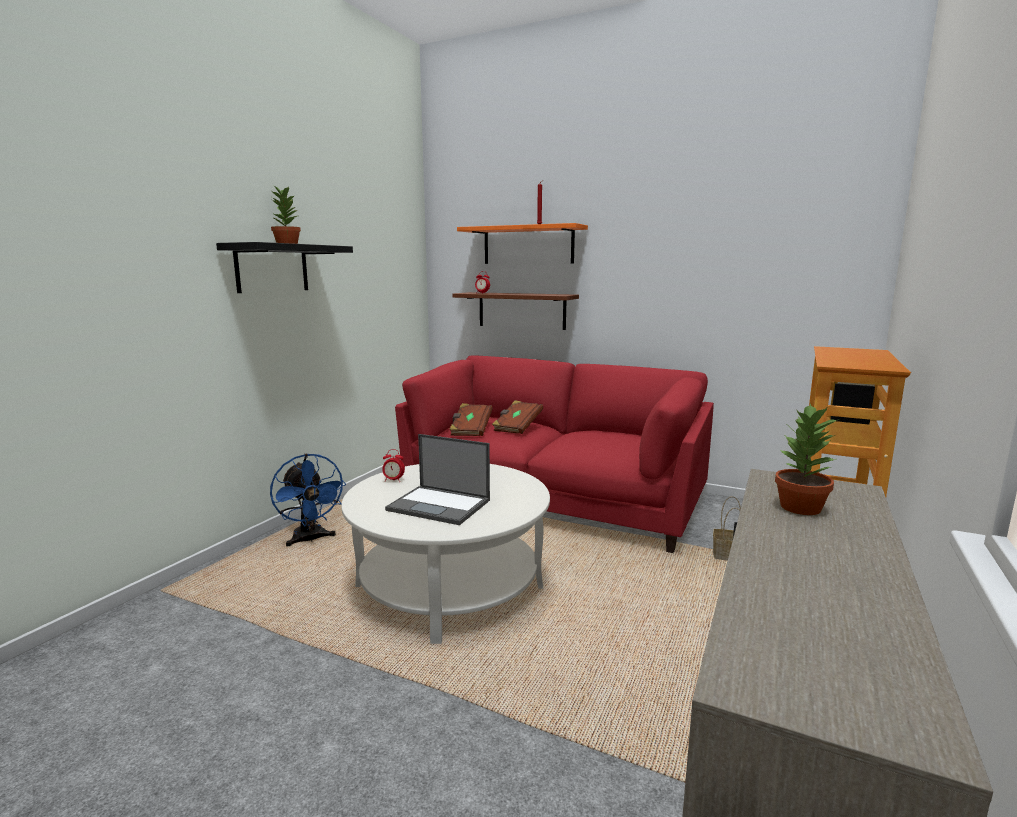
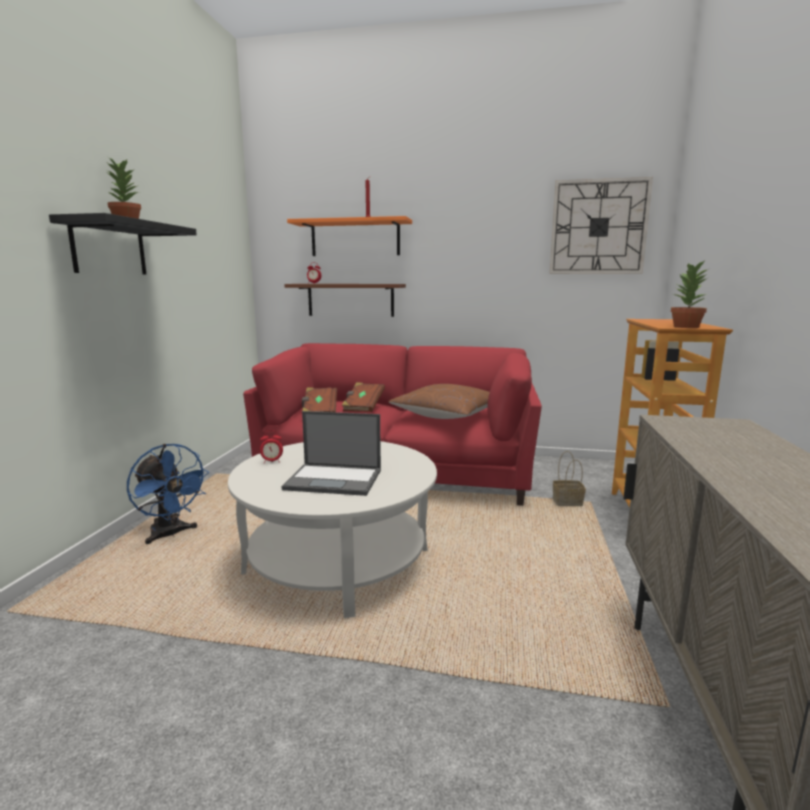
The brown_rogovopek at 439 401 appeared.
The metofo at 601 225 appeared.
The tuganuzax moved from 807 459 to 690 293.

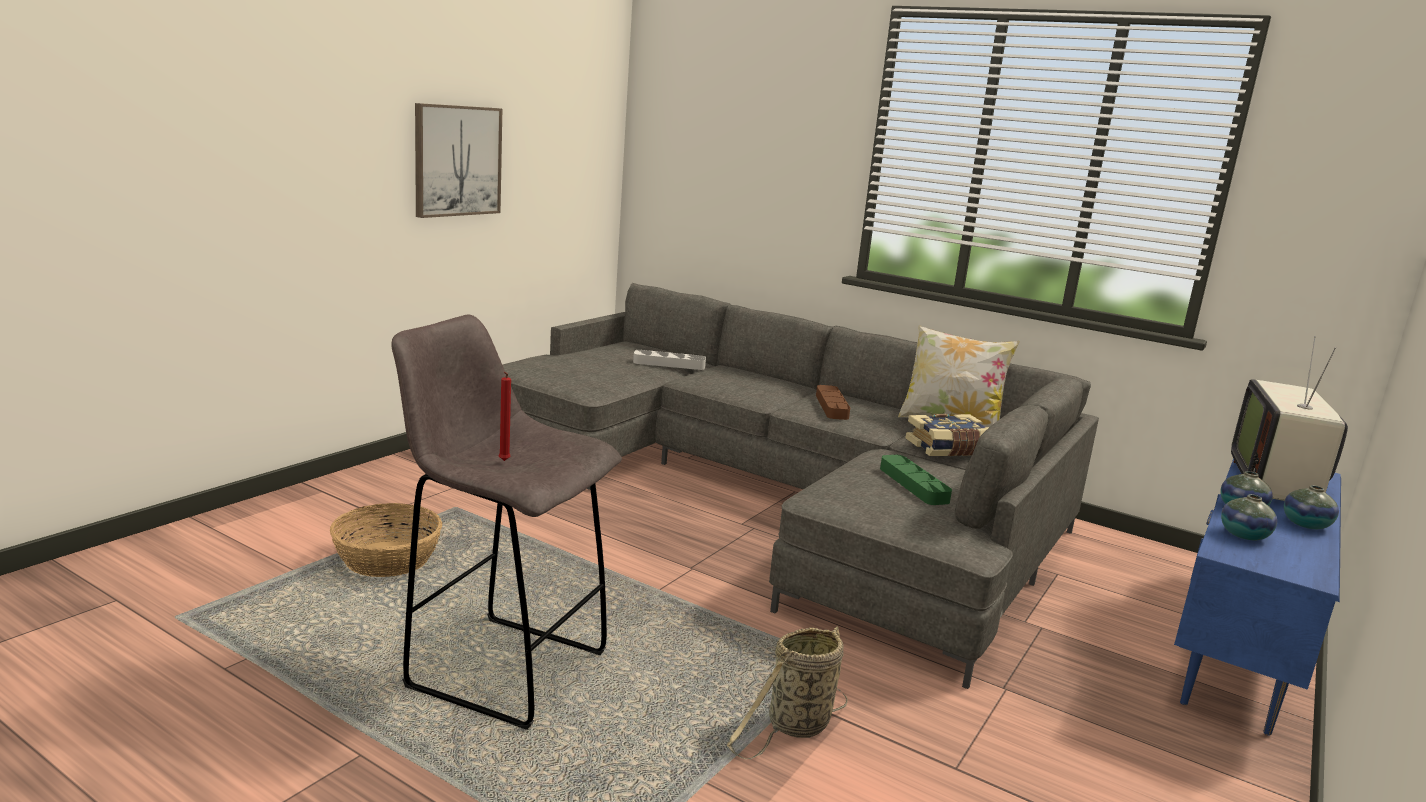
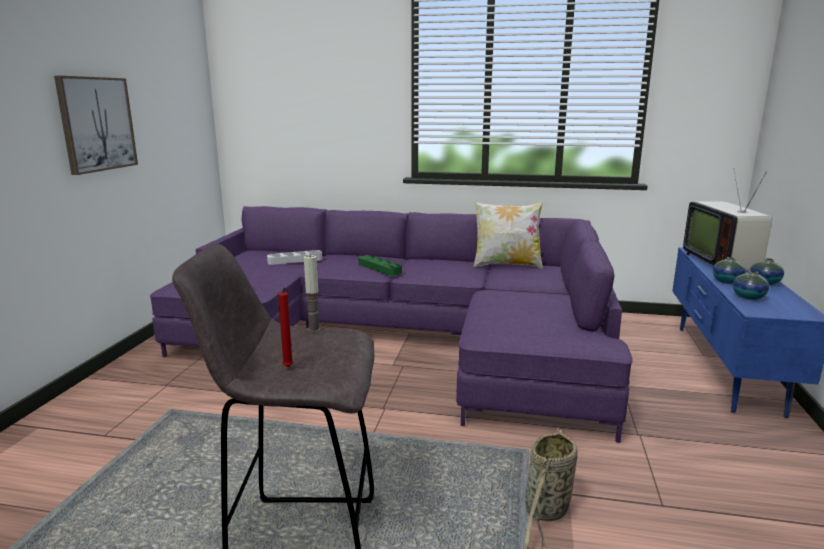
The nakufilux at 386 540 disappeared.
The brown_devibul at 833 402 disappeared.
The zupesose at 947 435 disappeared.
The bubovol at 312 293 appeared.
The green_devibul moved from 916 480 to 380 265.
The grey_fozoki at 800 486 became the purple_fozoki at 391 324.

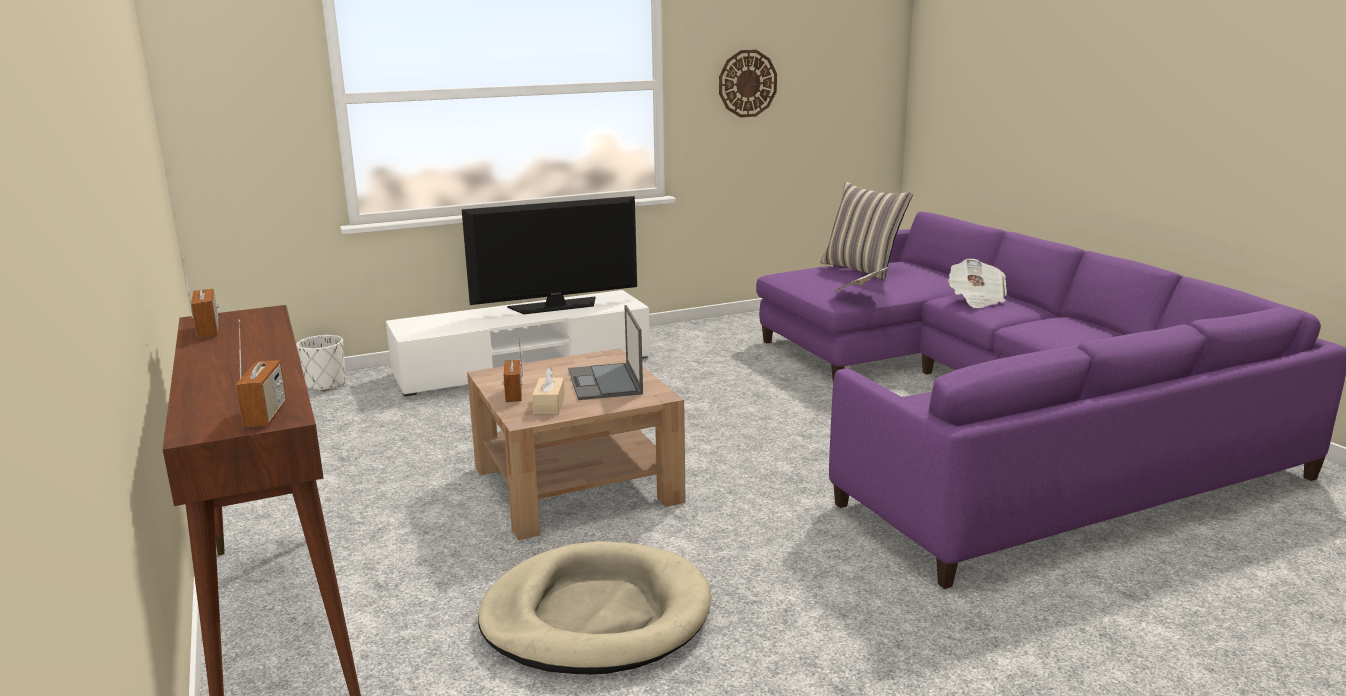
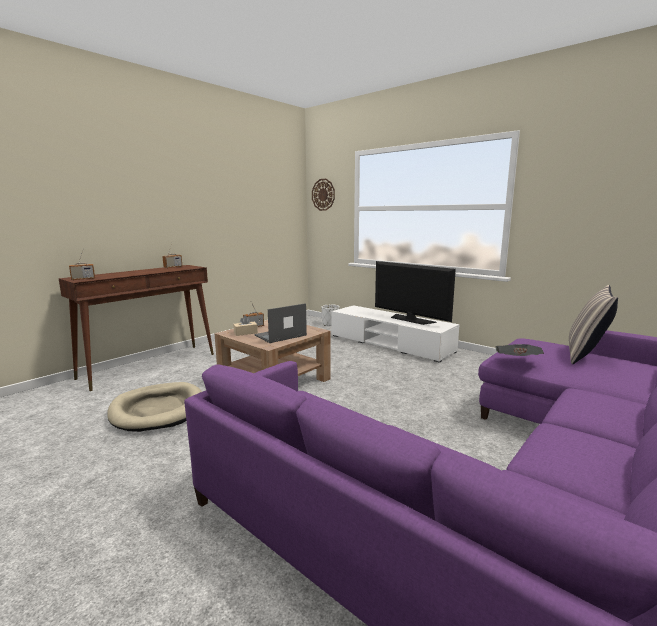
The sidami at 977 283 disappeared.
The metofo moved from 748 84 to 323 195.

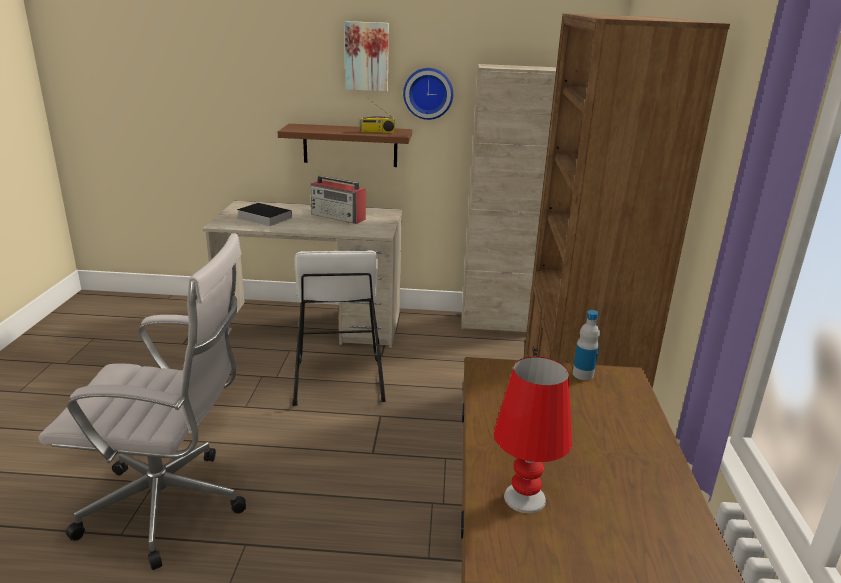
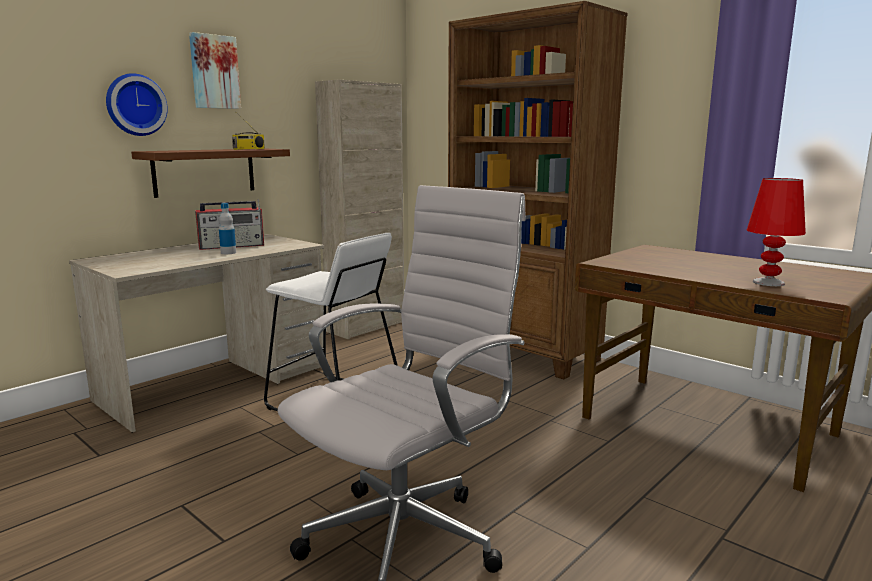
The zupesose at 264 214 disappeared.
The metofo moved from 428 94 to 137 104.
The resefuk moved from 586 345 to 227 228.

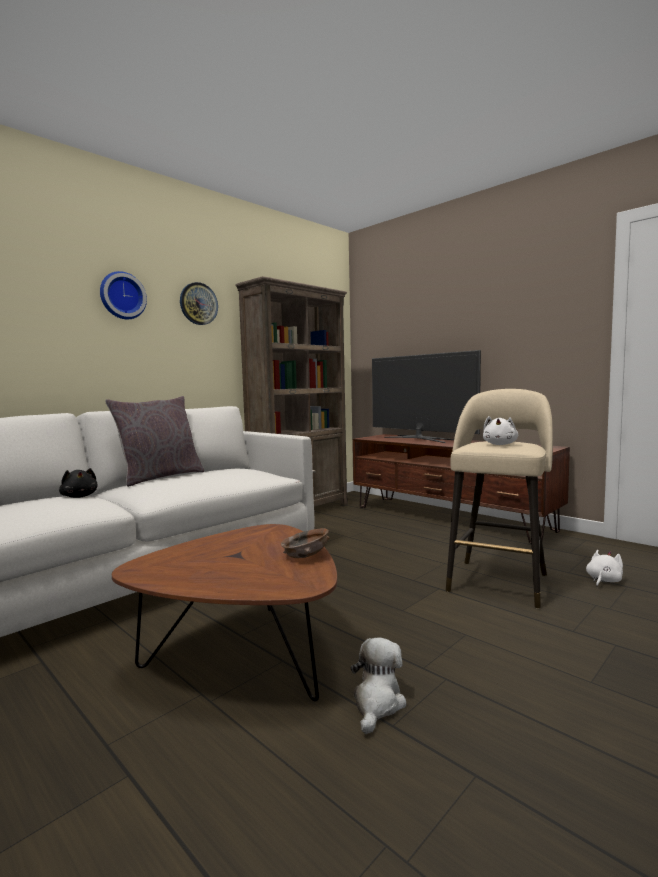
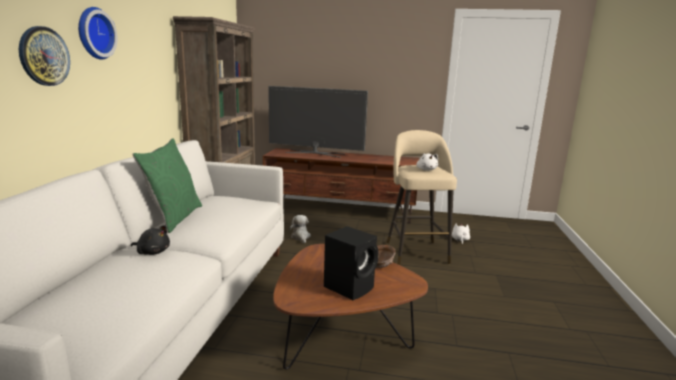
The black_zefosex at 351 263 appeared.
The metofo moved from 199 303 to 44 56.
The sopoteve moved from 378 685 to 300 229.
The grey_rogovopek at 154 441 became the green_rogovopek at 167 185.

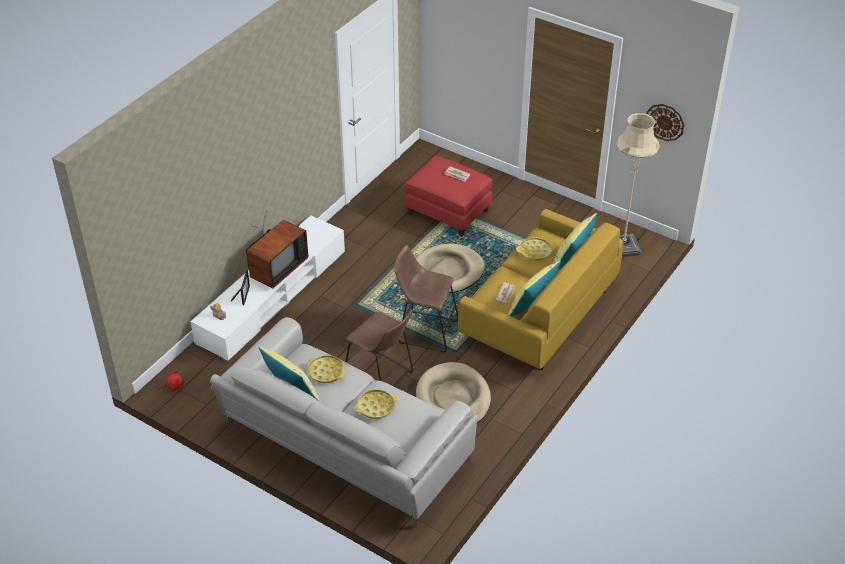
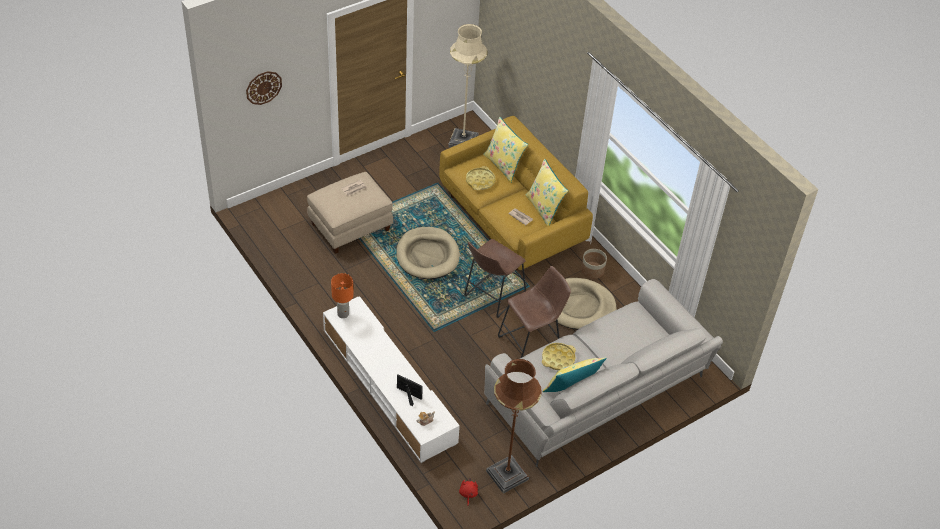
The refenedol at 277 249 disappeared.
The yellow_devibul at 376 404 disappeared.
The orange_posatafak at 342 295 appeared.
The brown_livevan at 514 426 appeared.
The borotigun at 594 264 appeared.
The metofo moved from 665 122 to 264 88.
The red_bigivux at 449 196 became the beige_bigivux at 350 213.

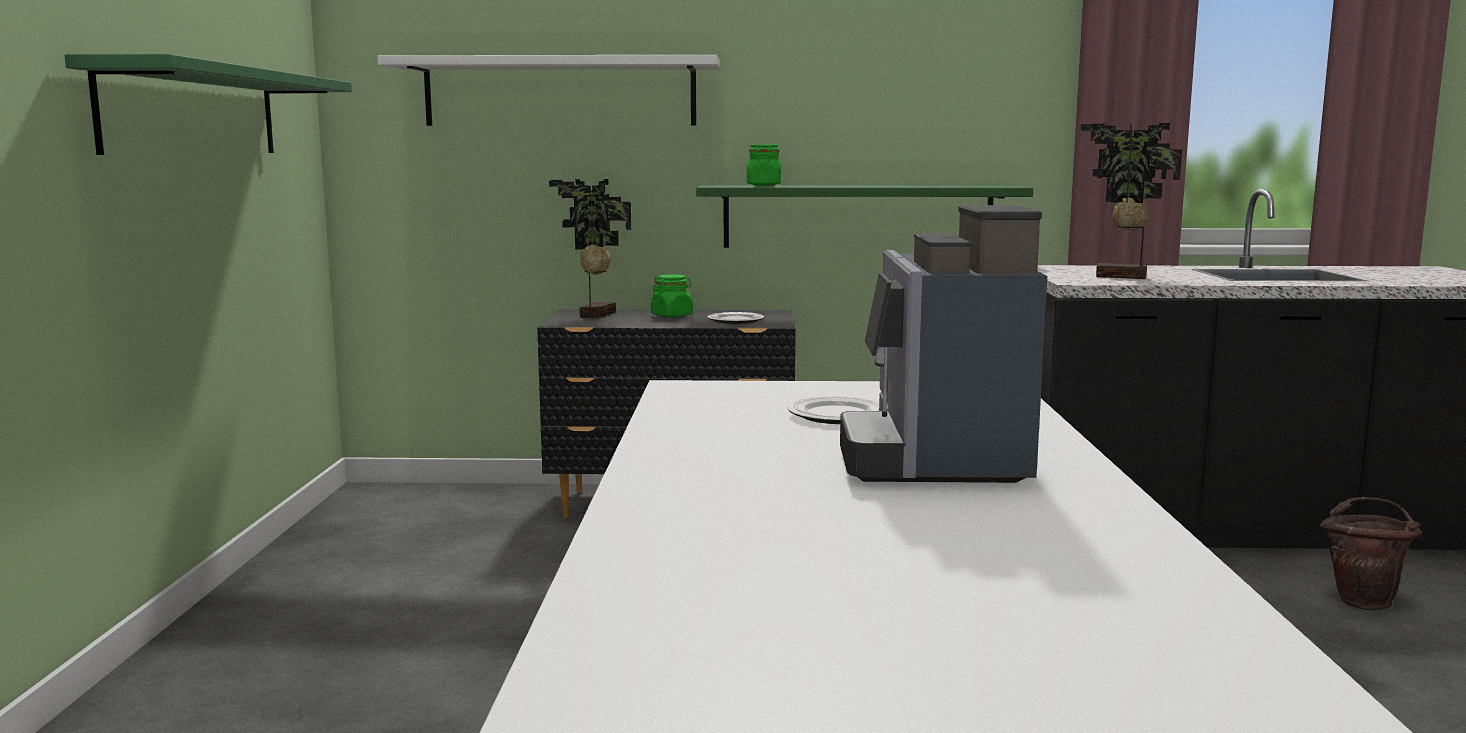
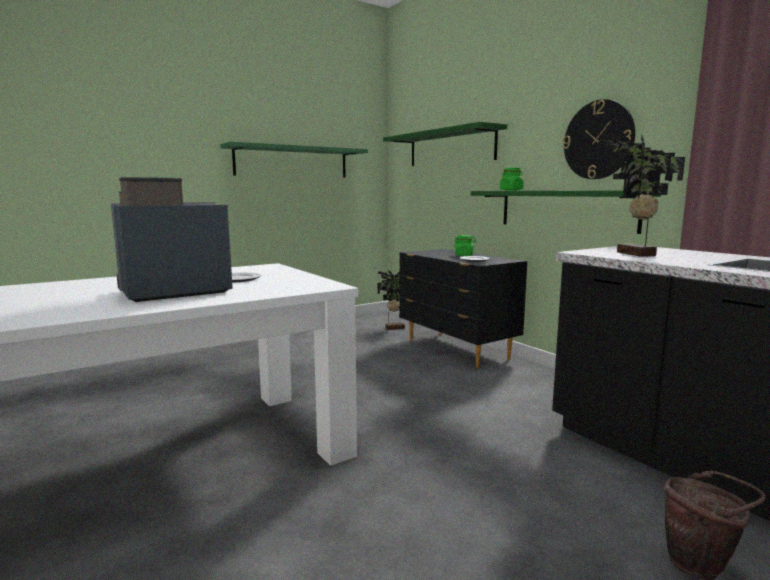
The metofo at 599 139 appeared.
The tuganuzax moved from 590 248 to 391 300.
The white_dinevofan at 548 90 became the green_dinevofan at 445 144.

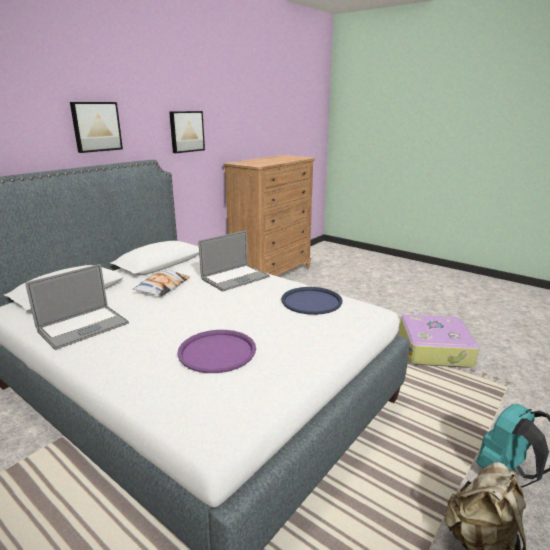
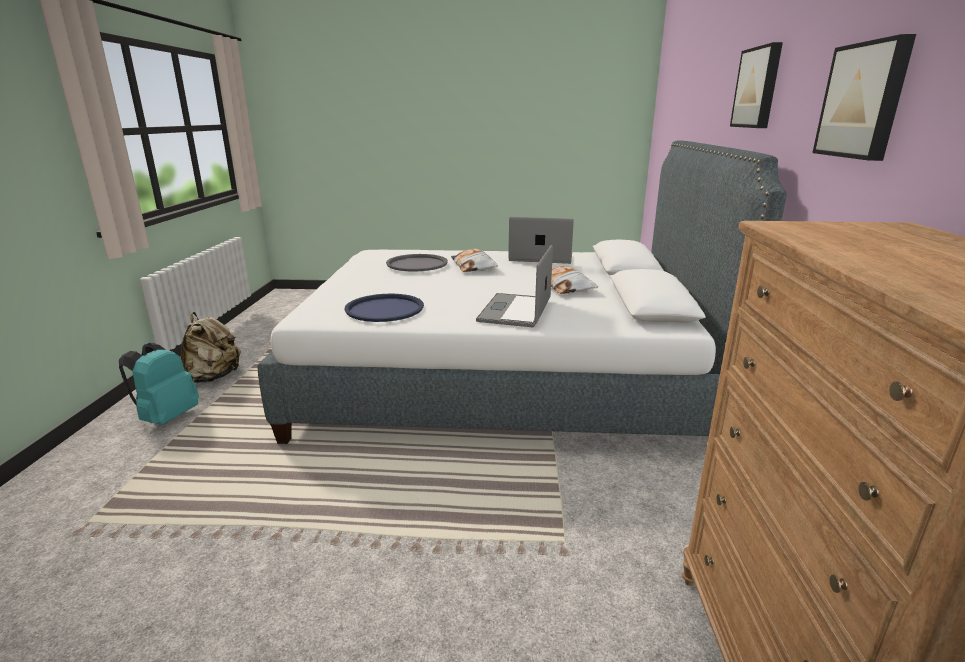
The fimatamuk at 439 341 disappeared.
The rogovopek at 474 260 appeared.
The purple_devibul at 217 351 became the grey_devibul at 417 263.
The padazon at 77 307 turned 90 degrees clockwise.

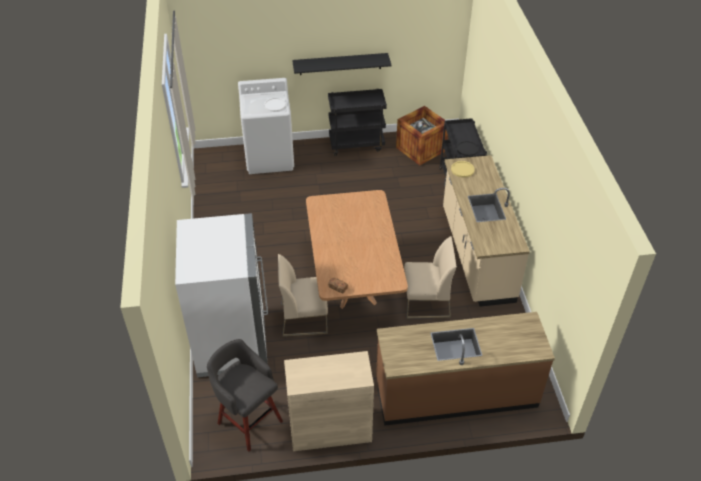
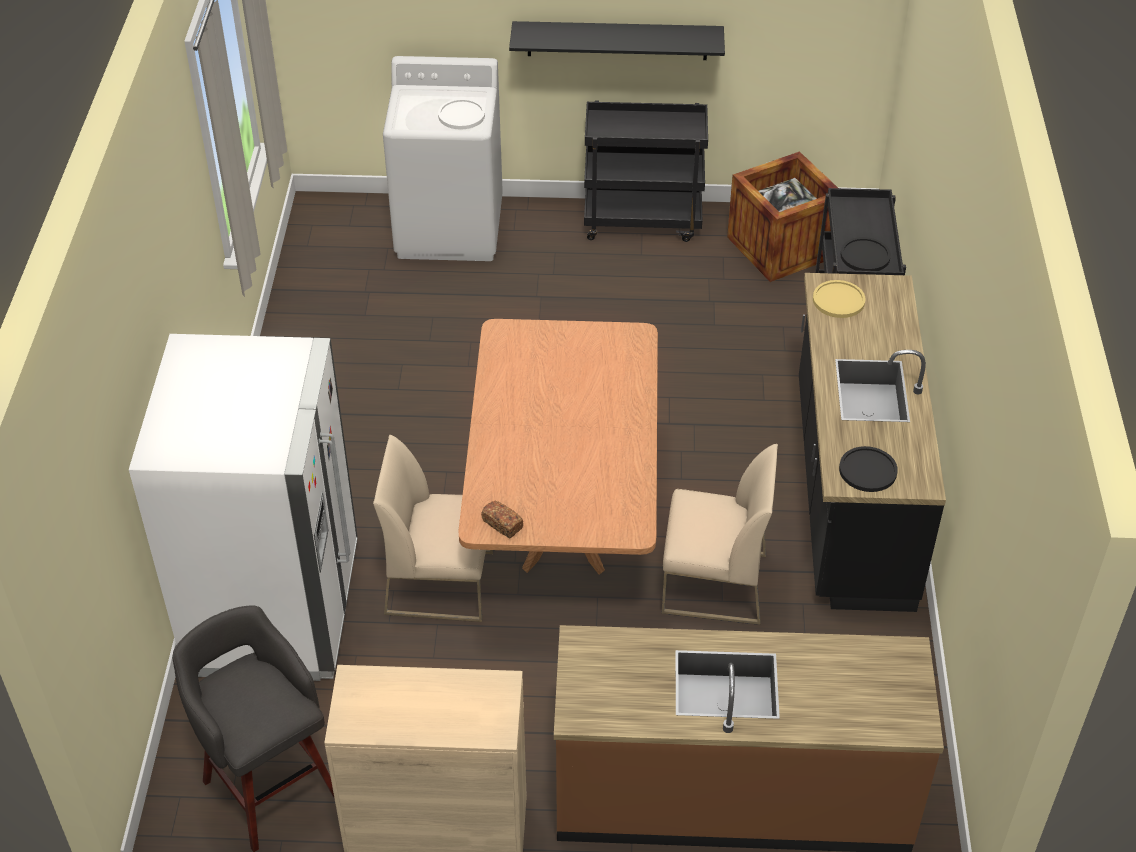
The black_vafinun at 868 469 appeared.
The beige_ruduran at 486 231 became the black_ruduran at 872 442.

